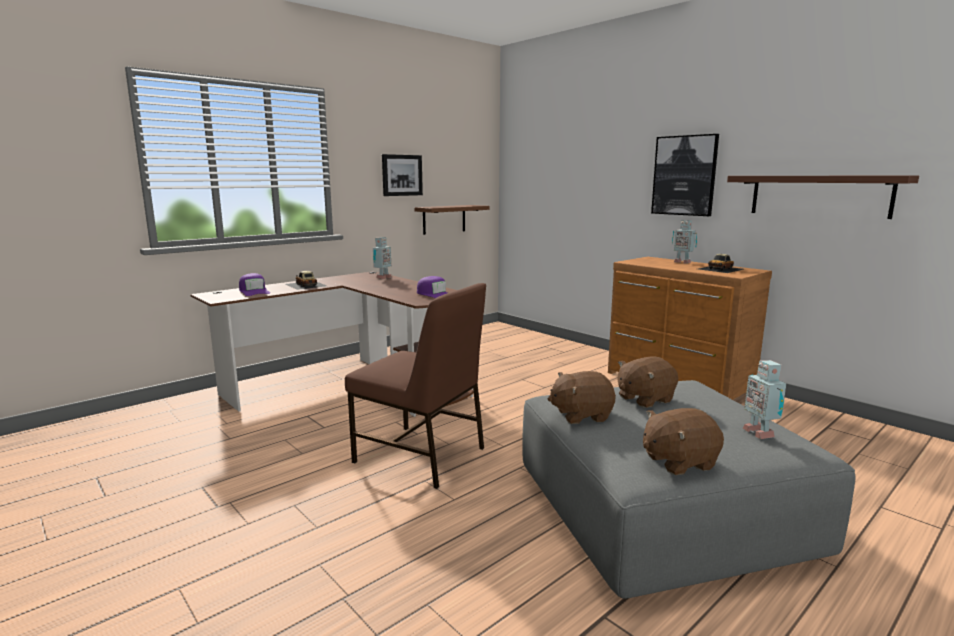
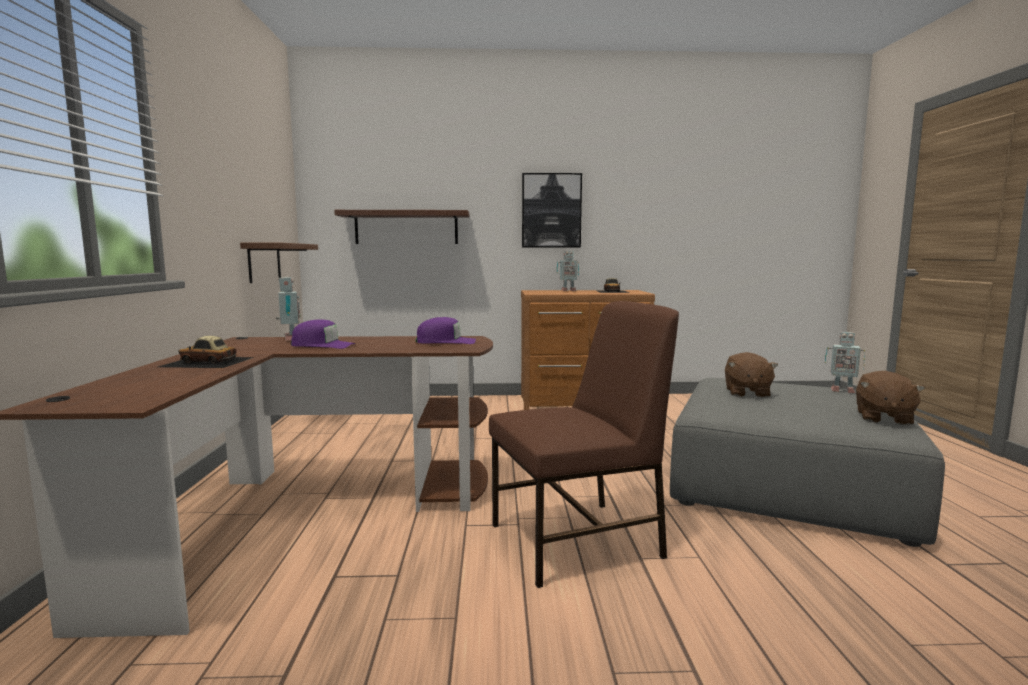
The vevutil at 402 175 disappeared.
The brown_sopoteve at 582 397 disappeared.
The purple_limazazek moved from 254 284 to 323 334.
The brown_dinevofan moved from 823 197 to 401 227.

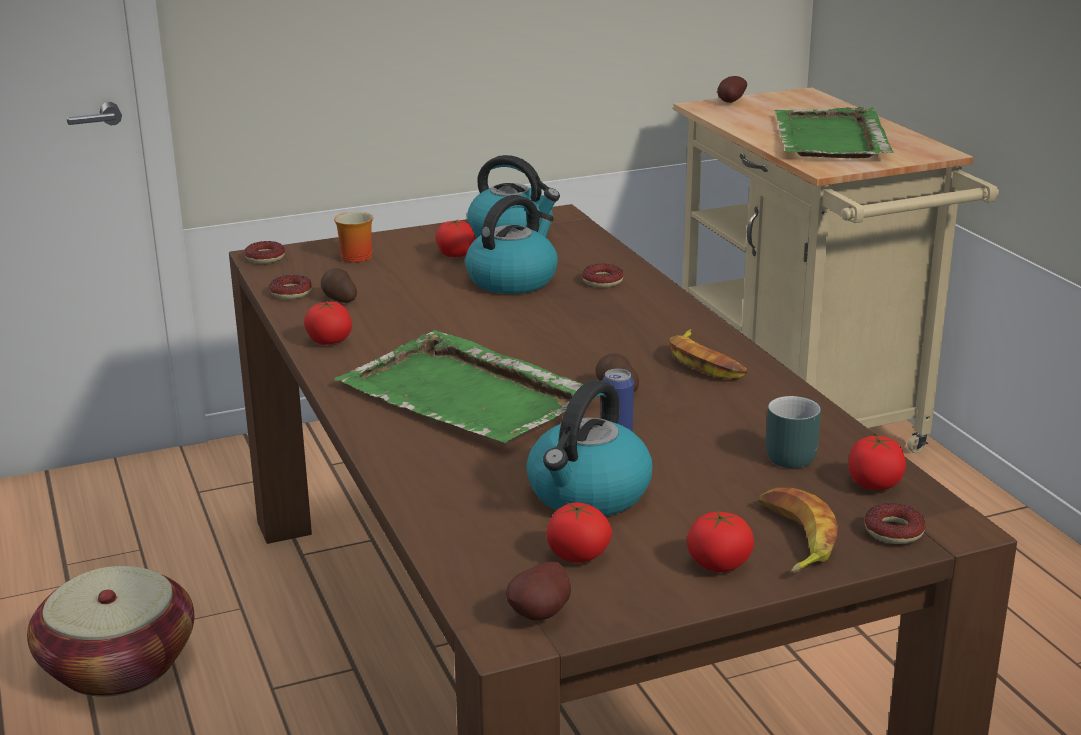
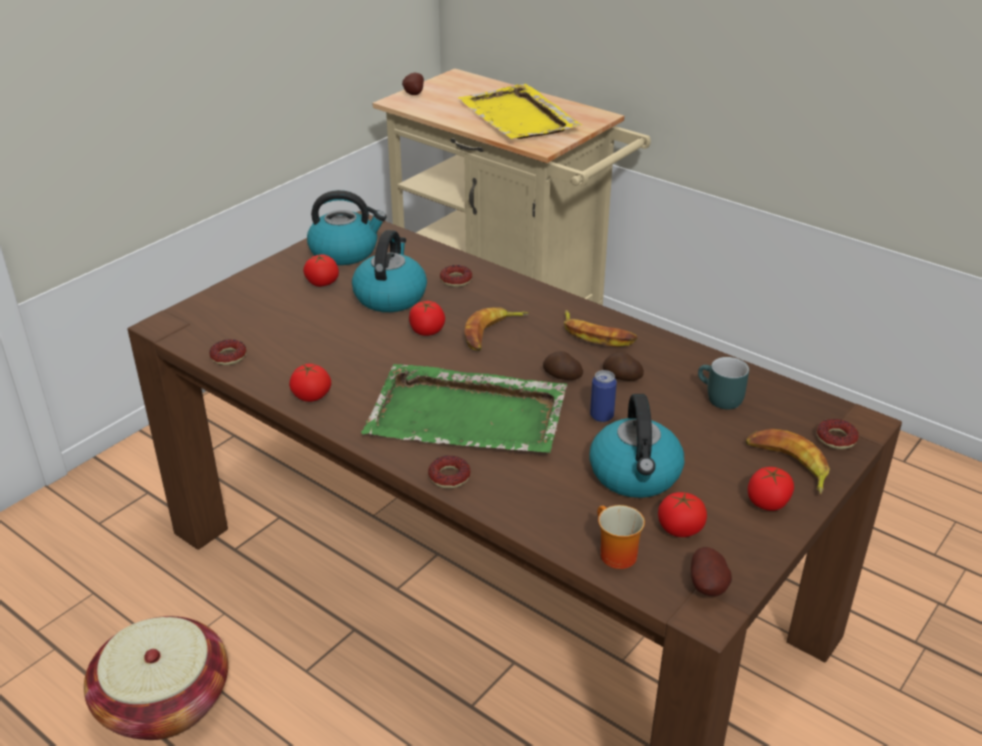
The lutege at 496 329 appeared.
The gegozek moved from 265 252 to 449 472.
The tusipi moved from 339 285 to 623 366.
The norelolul moved from 353 237 to 621 537.
The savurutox moved from 877 463 to 427 318.
The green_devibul at 834 132 became the yellow_devibul at 520 111.

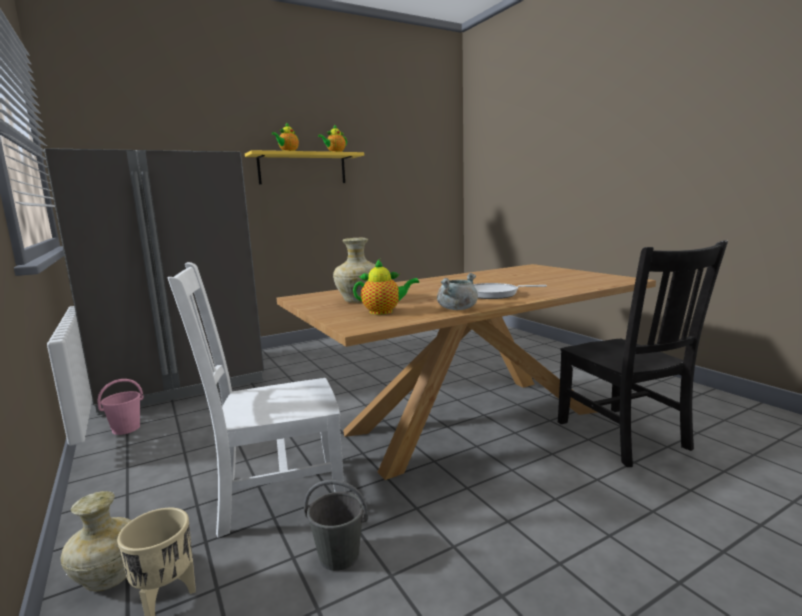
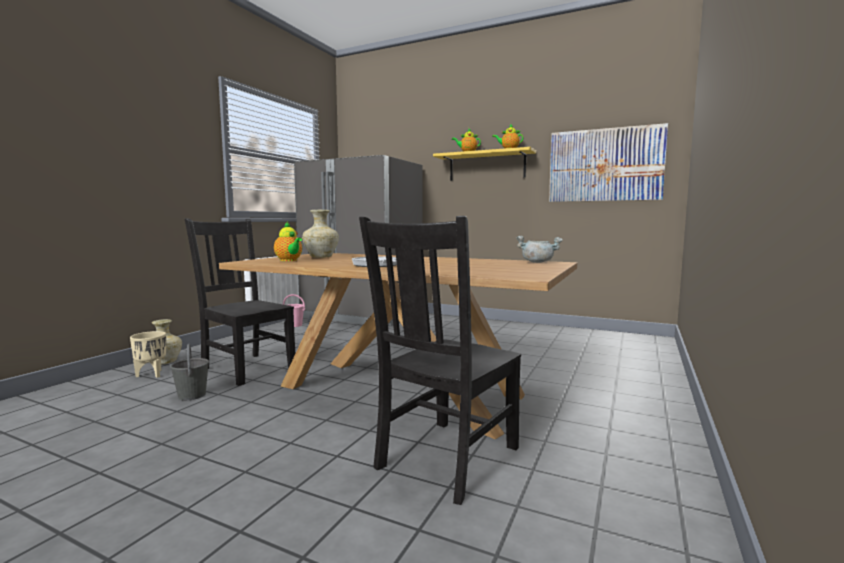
The vevutil at 608 162 appeared.
The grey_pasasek moved from 457 291 to 539 249.
The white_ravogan at 256 400 became the black_ravogan at 240 302.

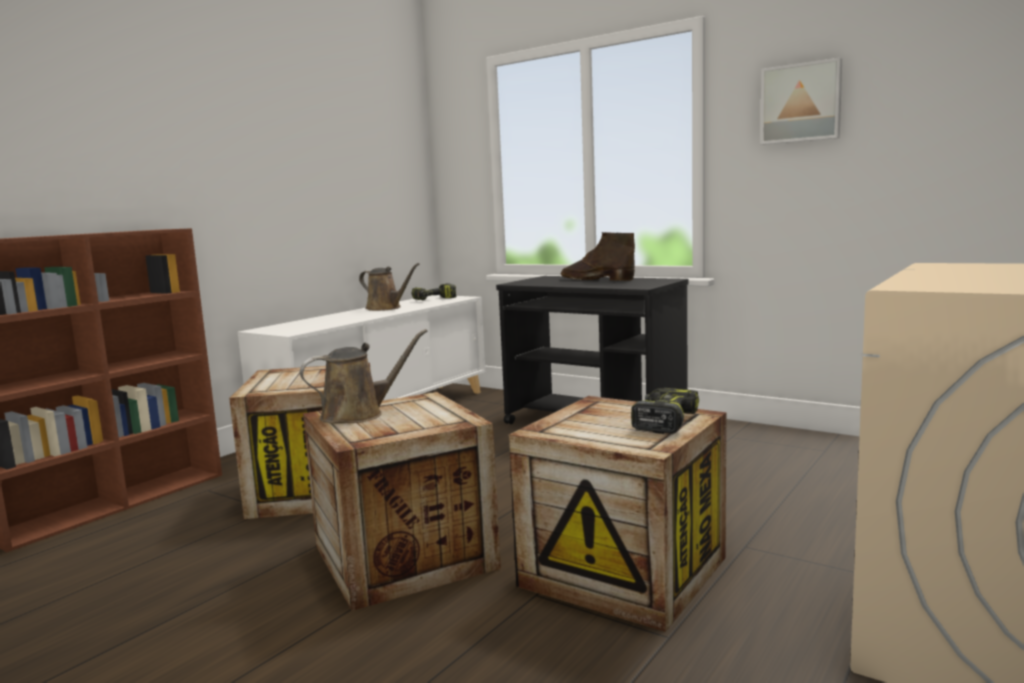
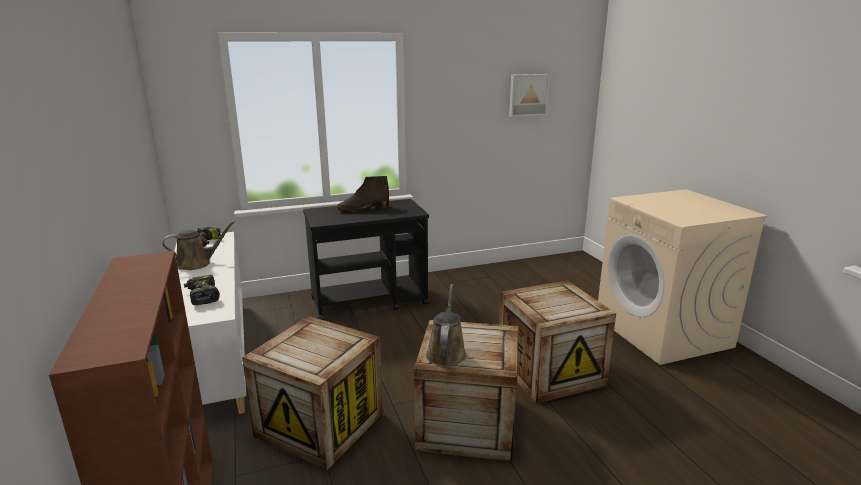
The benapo moved from 665 411 to 202 290.
The vevutil moved from 801 101 to 529 95.

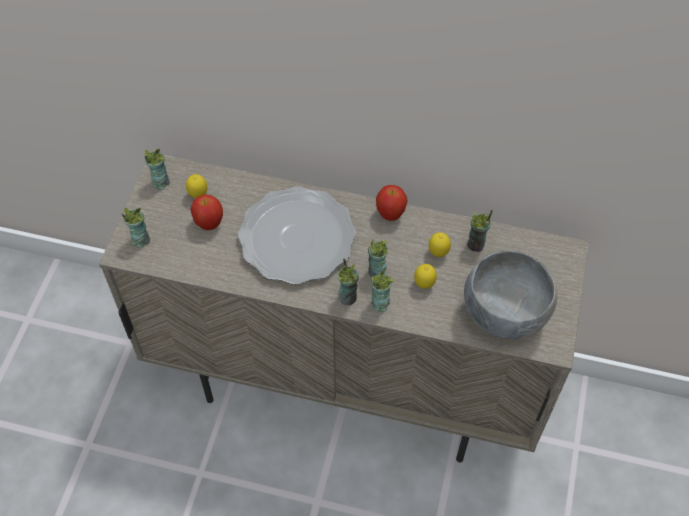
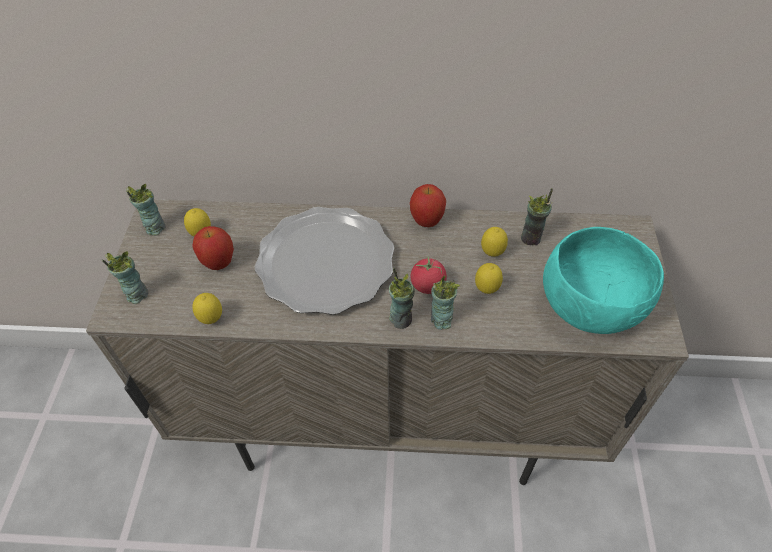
The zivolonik at 207 308 appeared.
The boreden at 378 258 was replaced by the savurutox at 428 275.
The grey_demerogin at 510 295 became the turquoise_demerogin at 603 280.

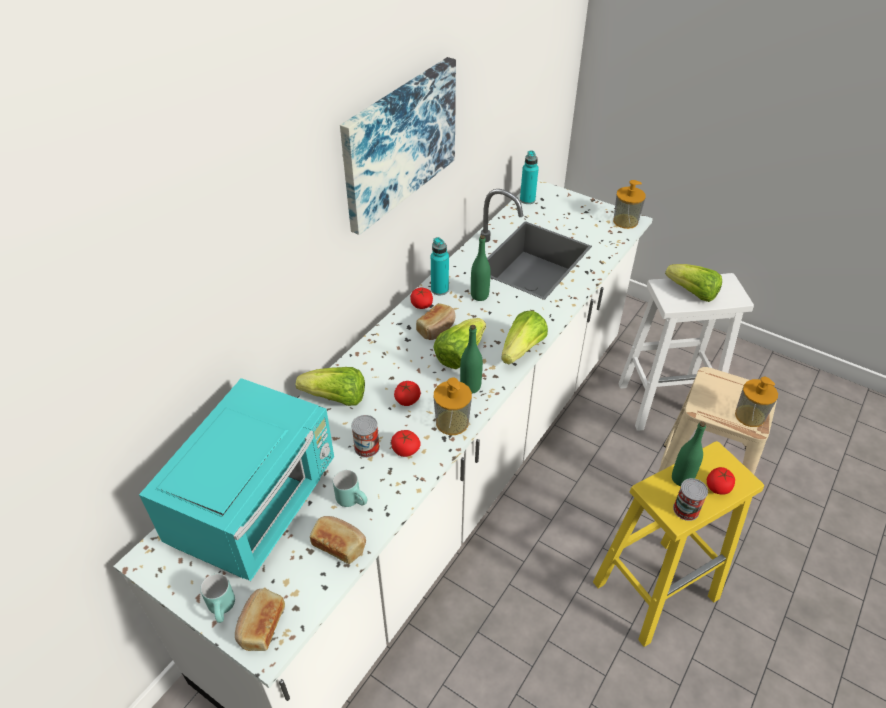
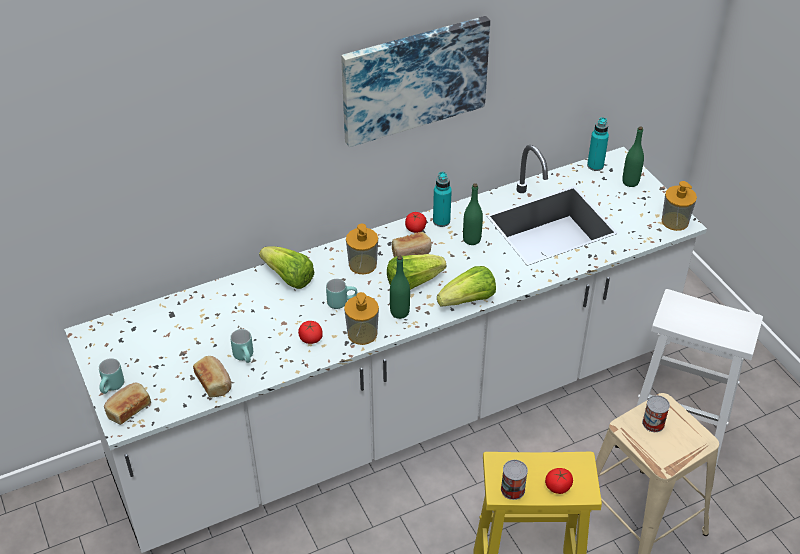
The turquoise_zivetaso at 236 479 disappeared.
The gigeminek at 693 283 disappeared.
The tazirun moved from 365 436 to 656 413.
The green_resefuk moved from 689 453 to 633 156.
The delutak moved from 756 402 to 362 249.
The savurutox at 407 393 was replaced by the turquoise_norelolul at 341 294.

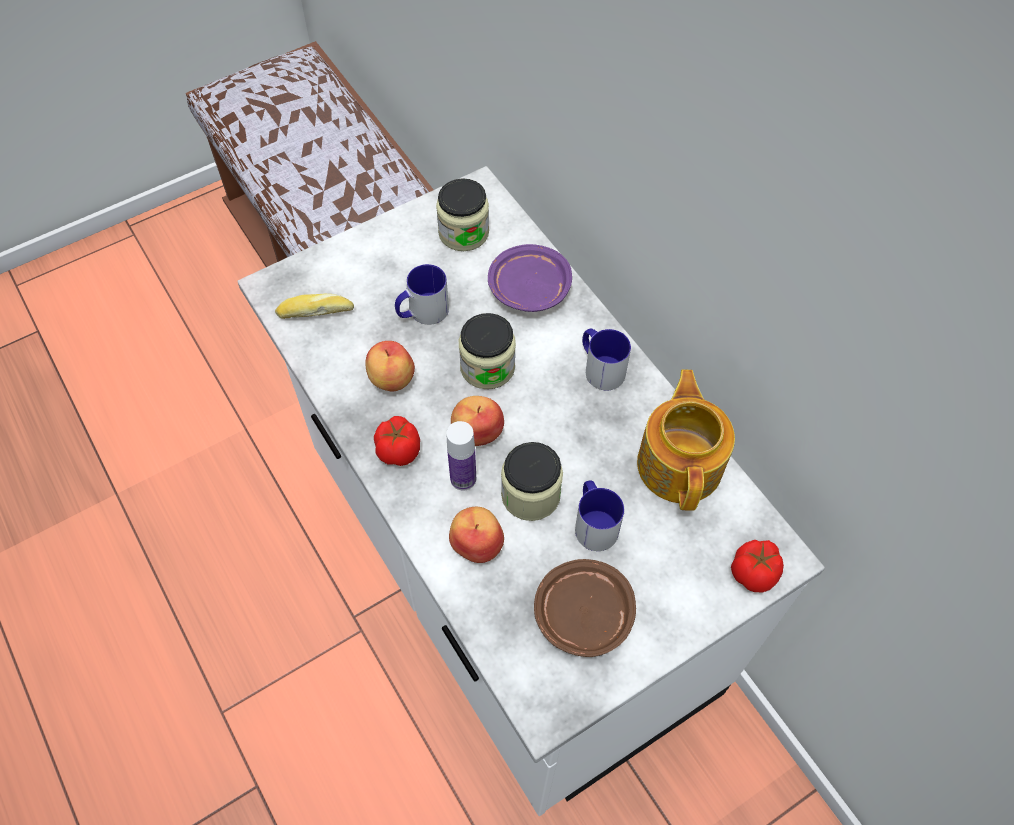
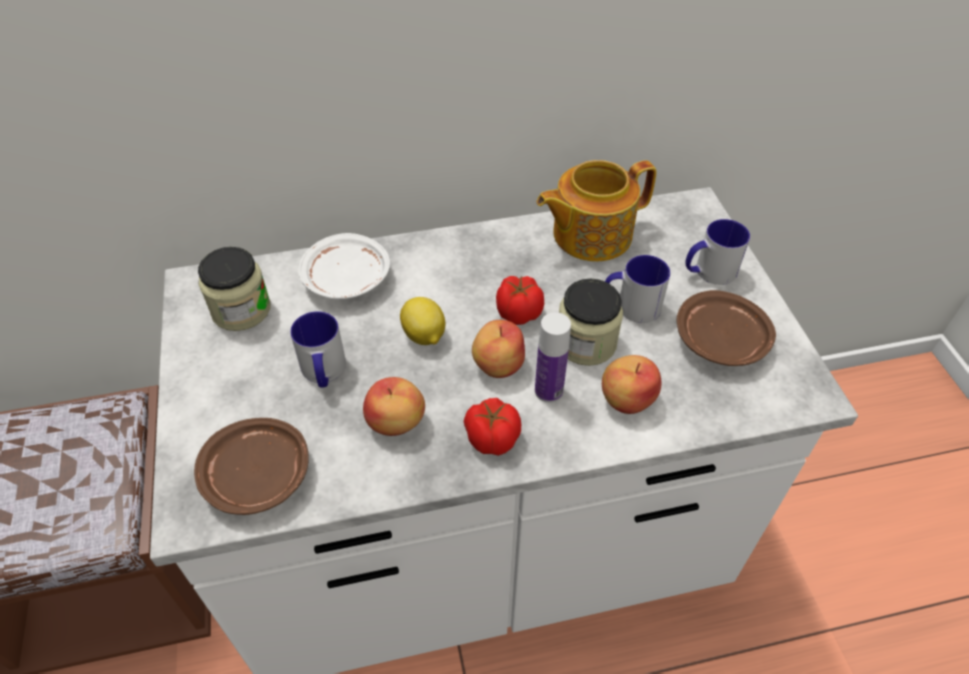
The norelolul moved from 606 360 to 717 252.
The savurutox moved from 757 566 to 520 300.
The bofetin at 314 306 was replaced by the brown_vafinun at 251 466.
The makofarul at 487 351 was replaced by the zivolonik at 422 321.
The purple_vafinun at 530 278 became the white_vafinun at 344 266.
The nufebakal at 686 440 turned 45 degrees counterclockwise.

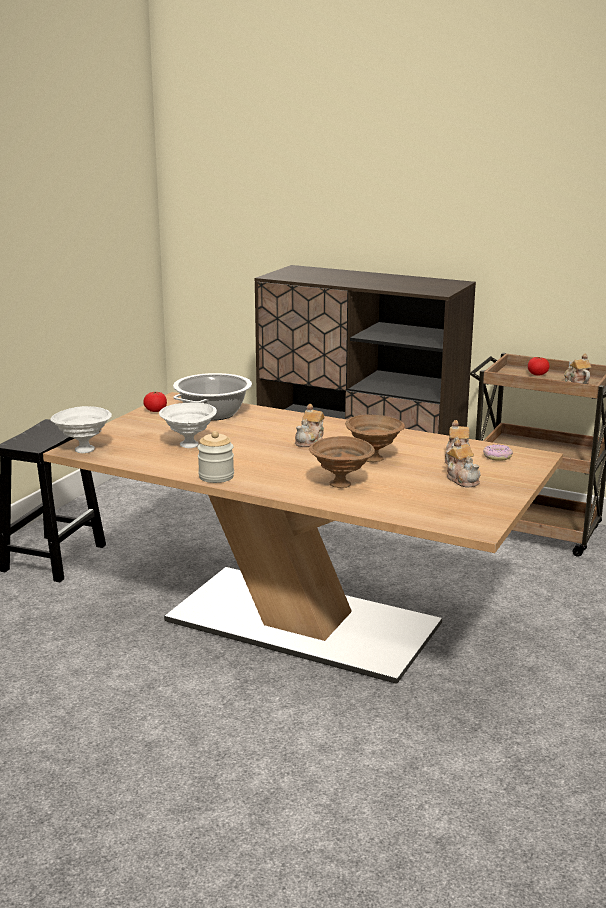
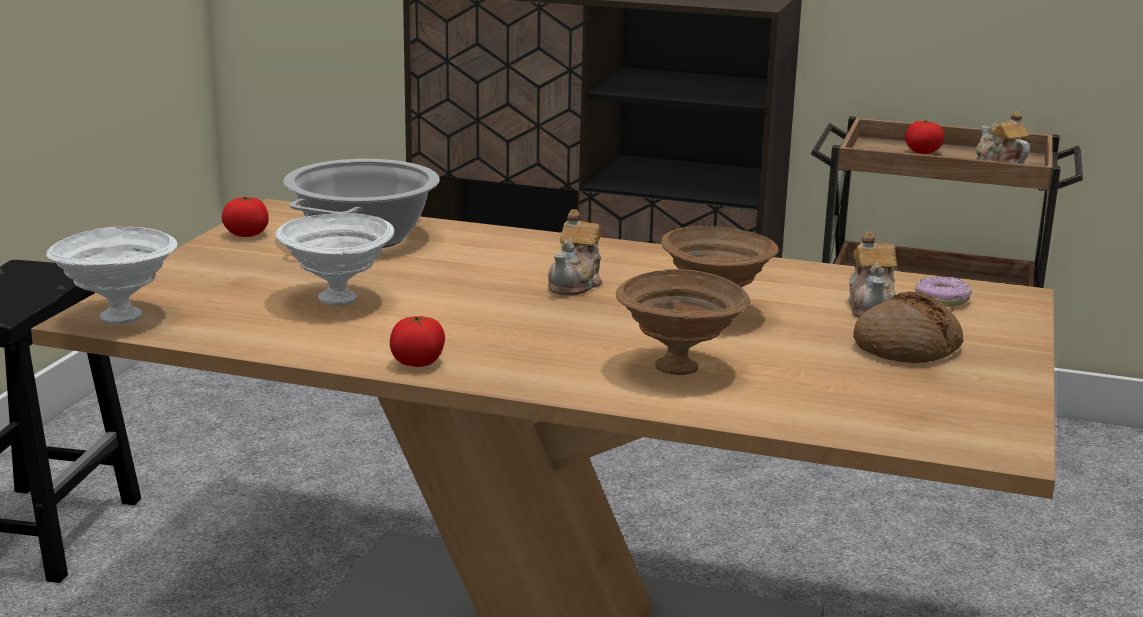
The makofarul at 215 457 was replaced by the savurutox at 417 341.
The nufebakal at 463 464 was replaced by the bofetin at 908 327.

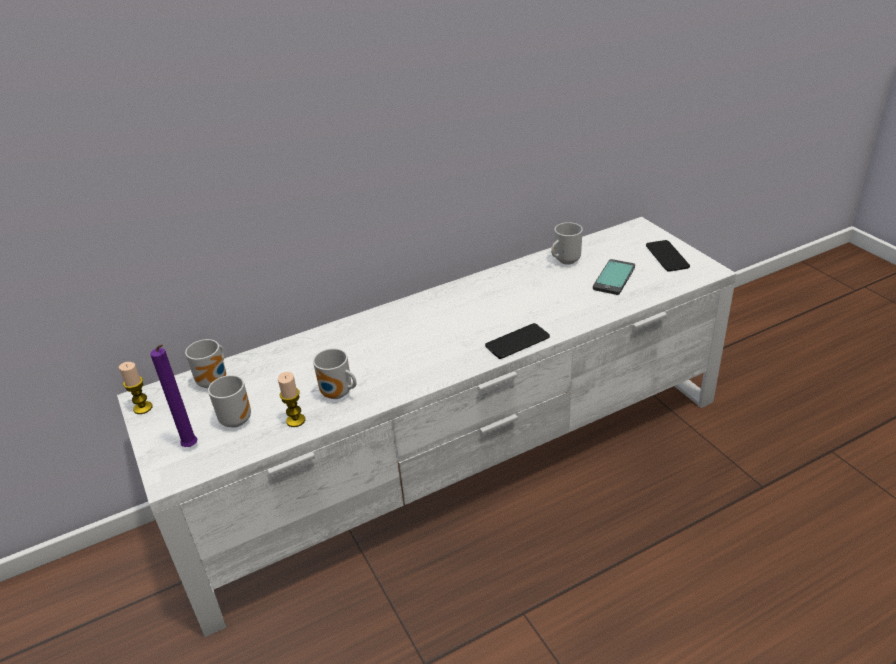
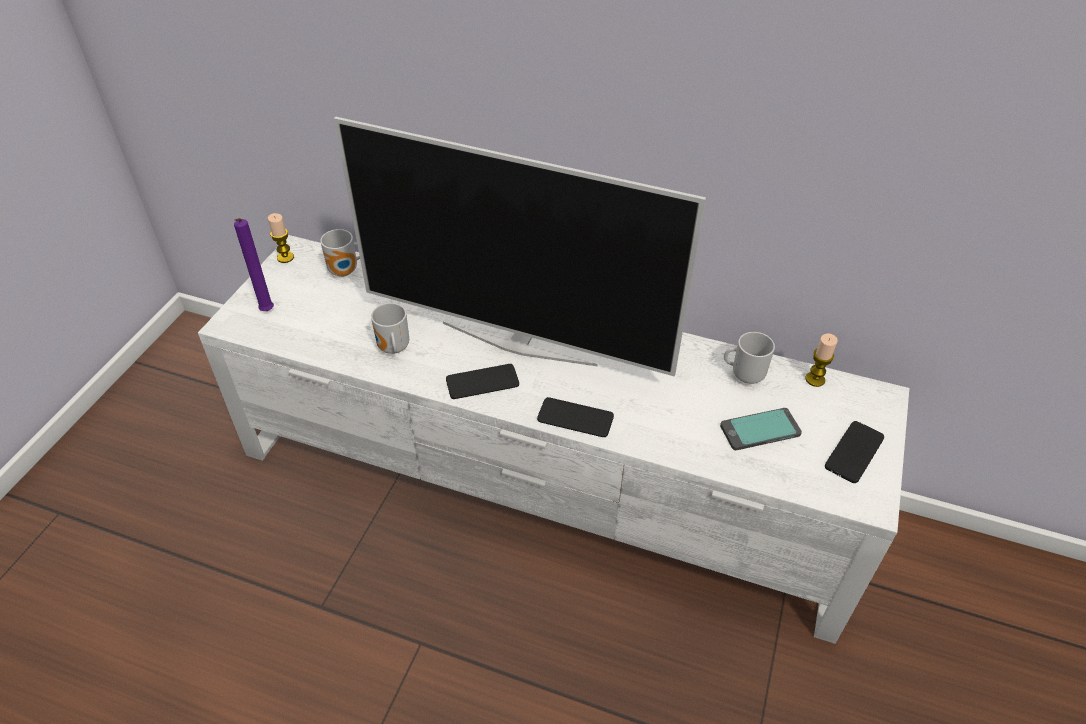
The norelolul at 229 401 disappeared.
The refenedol at 520 247 appeared.
The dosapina at 482 381 appeared.
The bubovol moved from 291 399 to 822 360.

